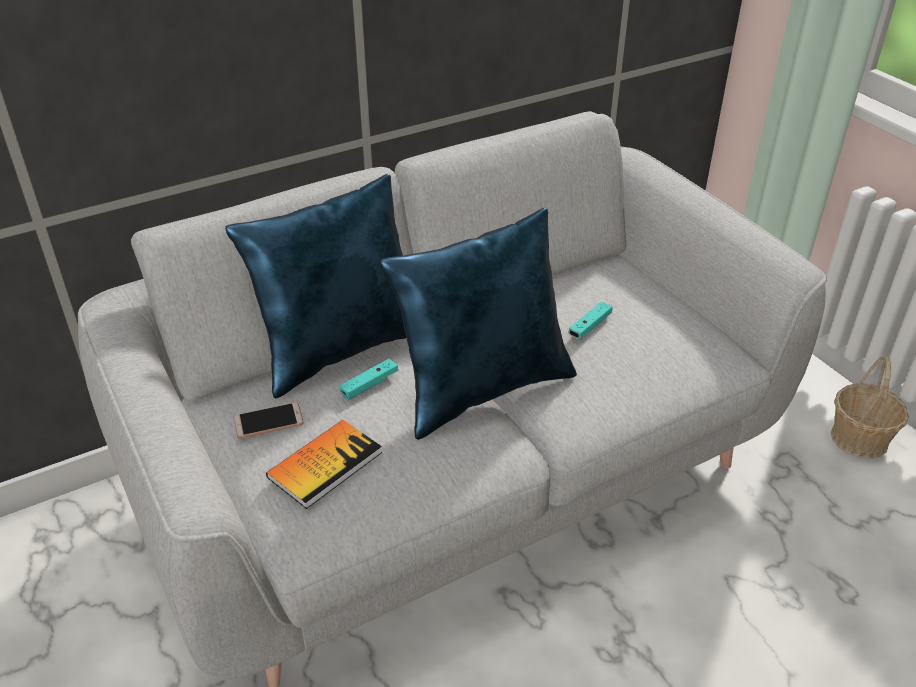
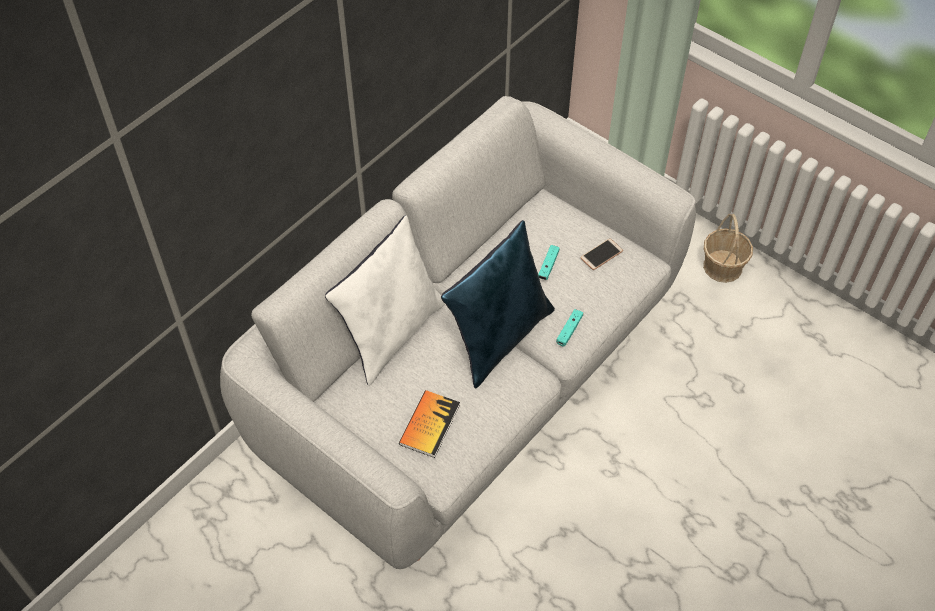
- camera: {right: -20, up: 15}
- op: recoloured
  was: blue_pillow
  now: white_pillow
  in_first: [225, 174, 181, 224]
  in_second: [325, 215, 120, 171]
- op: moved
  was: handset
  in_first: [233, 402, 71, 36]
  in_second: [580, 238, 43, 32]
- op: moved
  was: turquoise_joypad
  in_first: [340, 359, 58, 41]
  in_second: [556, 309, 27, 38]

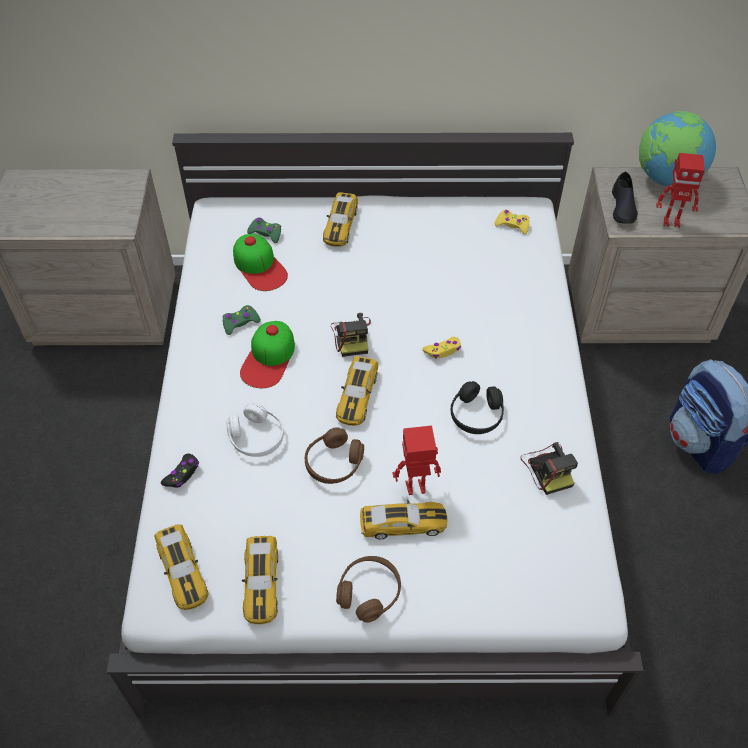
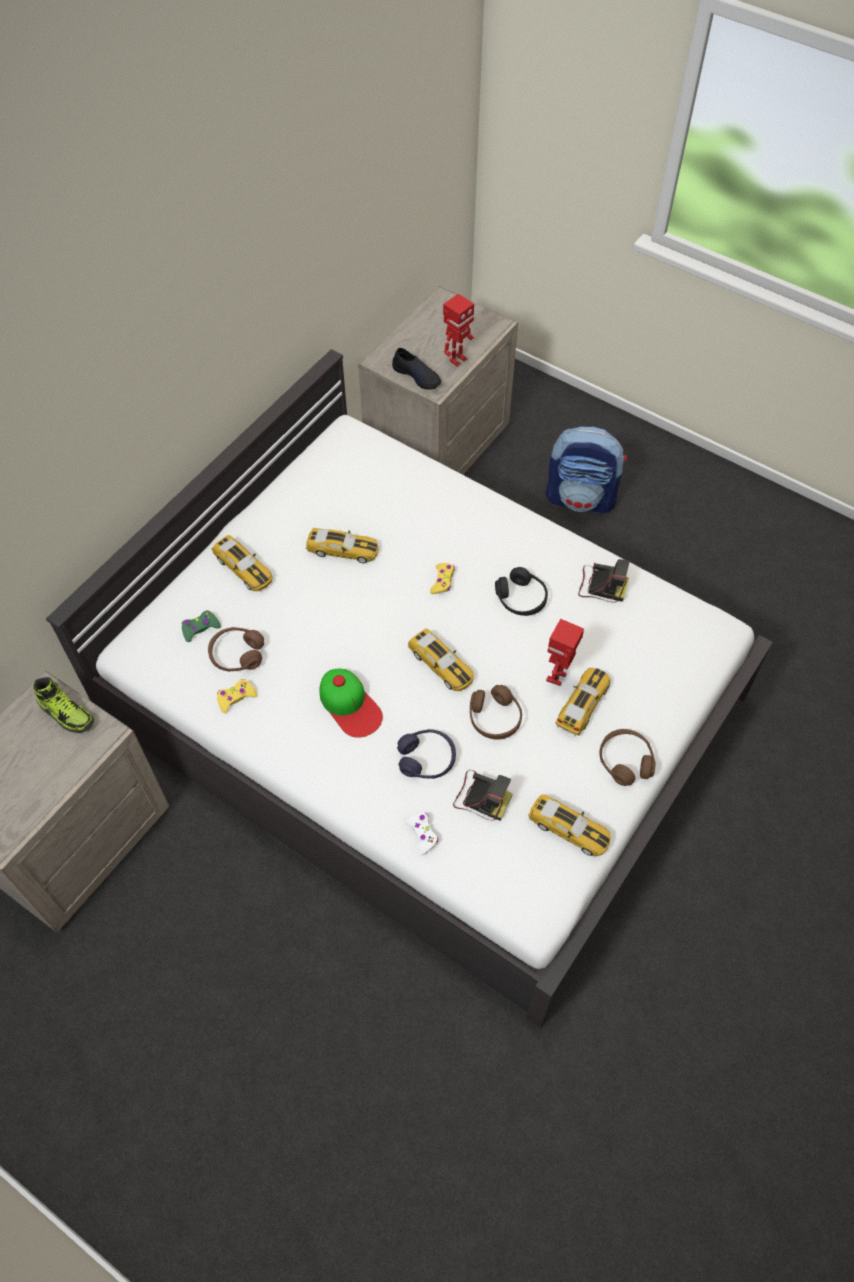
- camera: {right: -55, up: 5}
- op: moved
  was: model_car
  in_first: [154, 524, 55, 86]
  in_second: [306, 528, 72, 35]
- op: recoloured
  was: black_joypad
  now: white_joypad
  in_first: [161, 454, 38, 34]
  in_second: [404, 813, 34, 42]
- op: removed
  was: green_joypad
  in_first: [222, 305, 39, 30]
- op: recoloured
  was: white_headset
  now: purple-coloured_headset
  in_first: [226, 403, 58, 54]
  in_second: [397, 729, 59, 50]
- op: replaced
  was: cap
  now: brownish_headset
  in_first: [233, 234, 55, 57]
  in_second: [208, 627, 56, 45]
- op: moved
  was: still_camera
  in_first: [331, 313, 40, 44]
  in_second: [453, 770, 60, 50]
- op: moved
  was: yellow-coloured_joypad
  in_first: [495, 210, 35, 24]
  in_second: [217, 679, 40, 34]
- op: removed
  was: world_globe
  in_first: [639, 111, 77, 76]
- op: added
  now: low_shoe
  in_second: [33, 677, 62, 56]

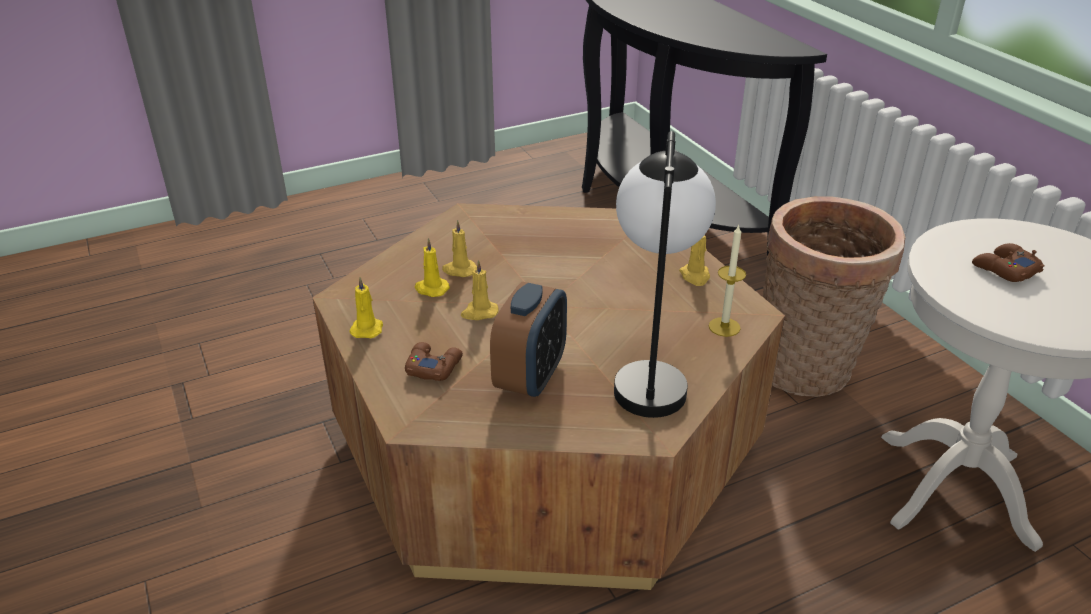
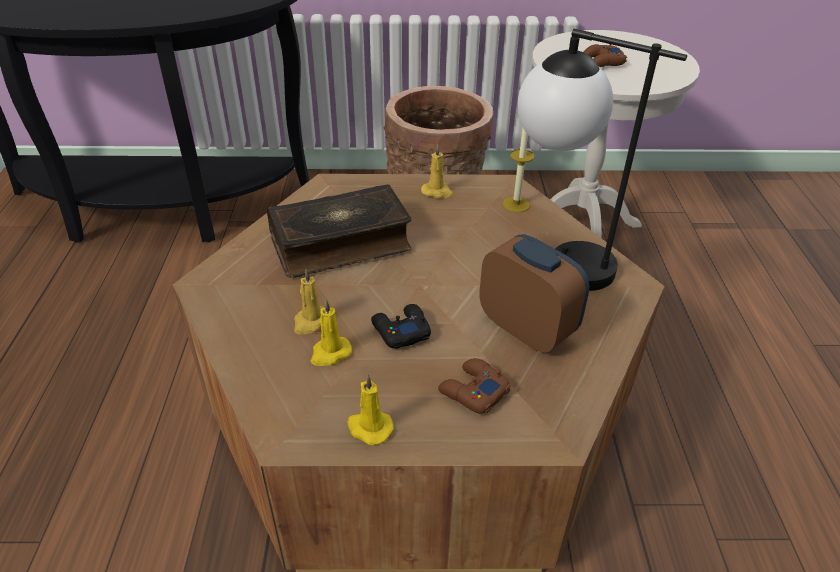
- camera: {right: -65, up: 5}
- op: replaced
  was: yellow-coloured_wax_light
  now: black_joypad
  in_first: [461, 260, 38, 60]
  in_second: [371, 304, 60, 45]
- op: added
  now: volume
  in_second: [267, 185, 145, 93]

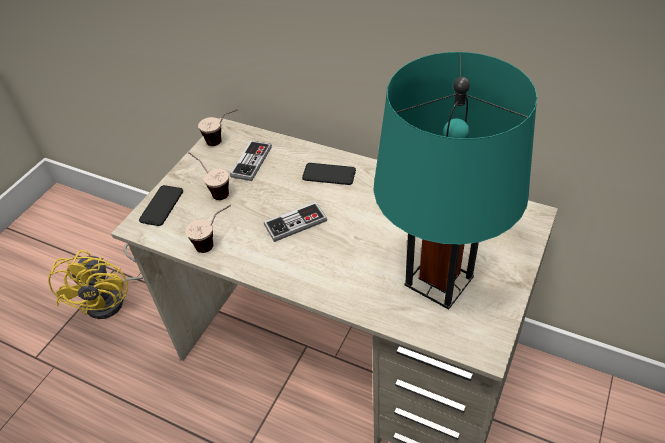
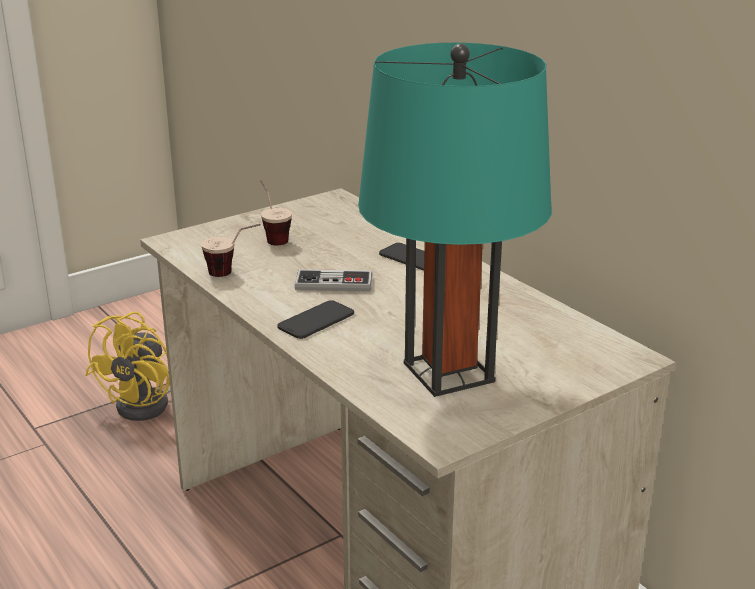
- camera: {right: 25, up: -20}
- op: moved
  was: handset
  in_first: [139, 185, 44, 41]
  in_second: [277, 300, 77, 39]
- op: removed
  was: small_cup
  in_first: [198, 110, 40, 36]
- op: removed
  was: joypad
  in_first: [230, 140, 42, 41]

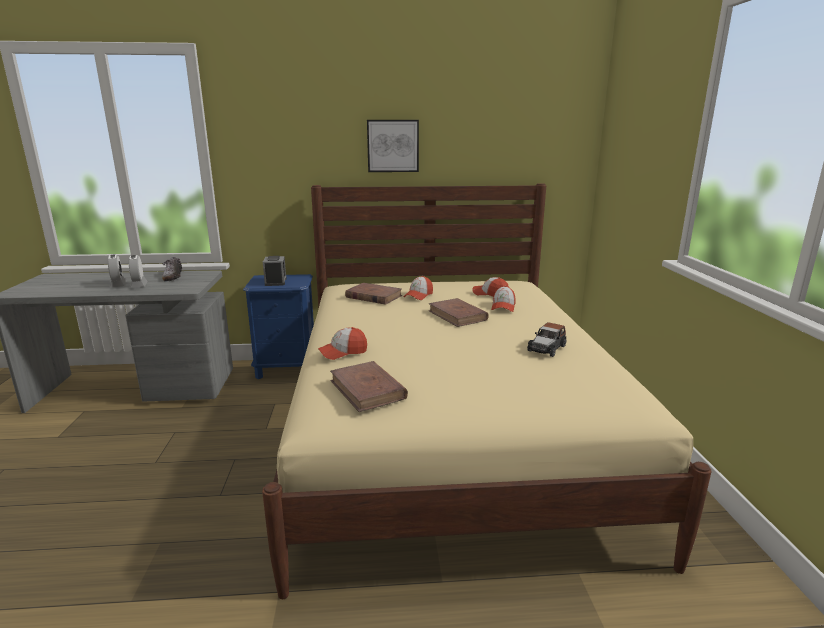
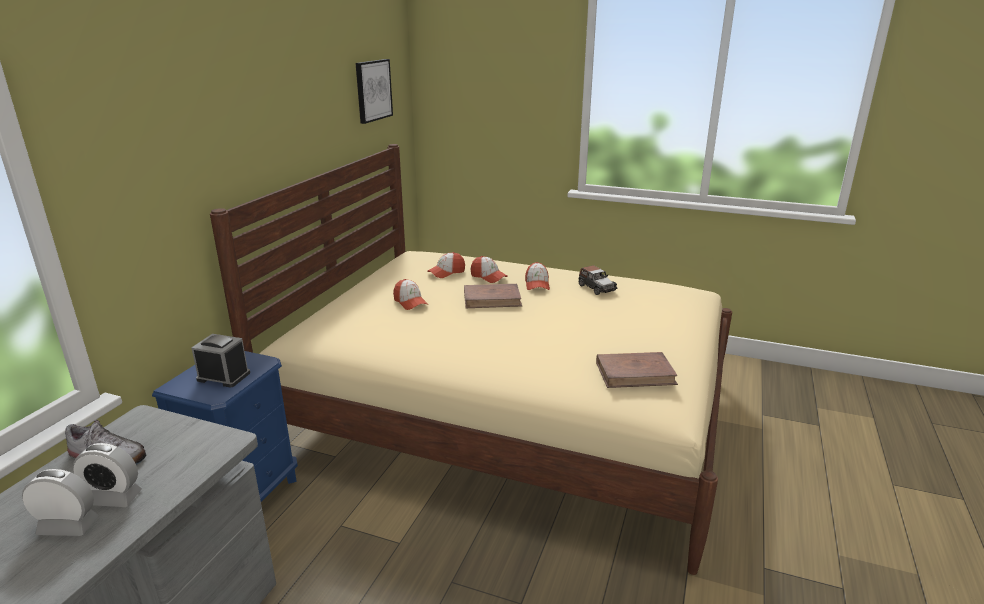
- camera: {right: -65, up: 5}
- op: moved
  was: cap
  in_first: [318, 327, 49, 33]
  in_second: [525, 262, 25, 28]
- op: removed
  was: brownish_volume
  in_first: [345, 283, 57, 22]
- op: moved
  was: wall_art
  in_first: [367, 120, 52, 52]
  in_second: [355, 59, 38, 65]

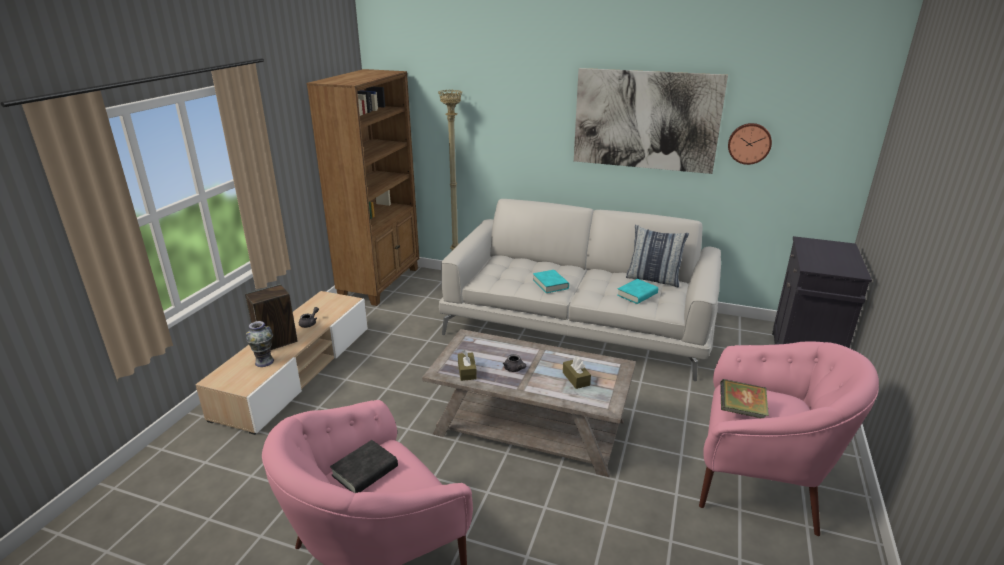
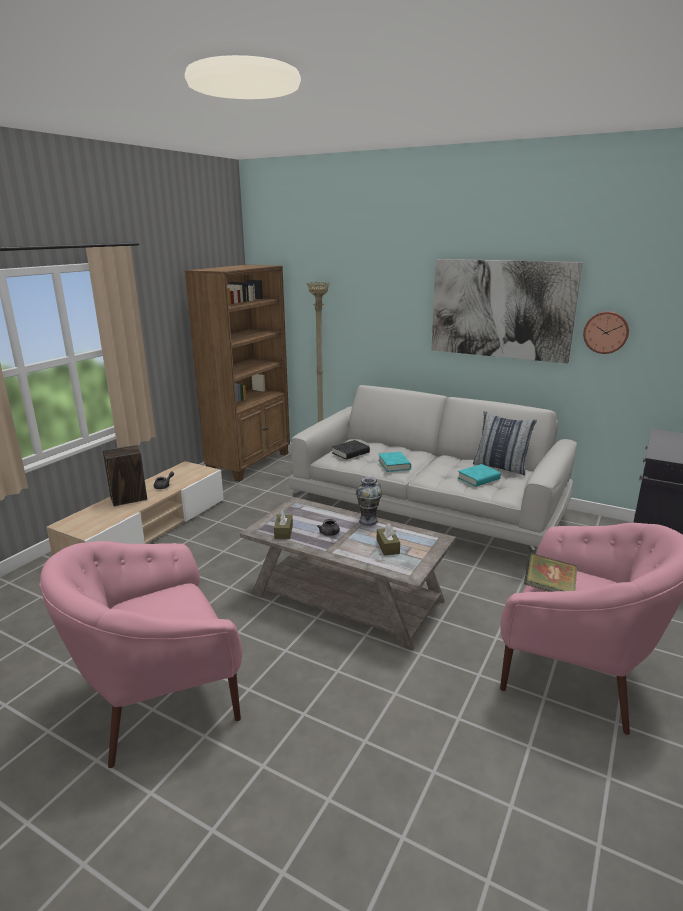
- camera: {right: 10, up: -5}
- op: moved
  was: decorative_vase
  in_first: [246, 321, 28, 46]
  in_second: [356, 477, 26, 49]
- op: moved
  was: black_volume
  in_first: [330, 440, 68, 53]
  in_second: [332, 440, 38, 20]

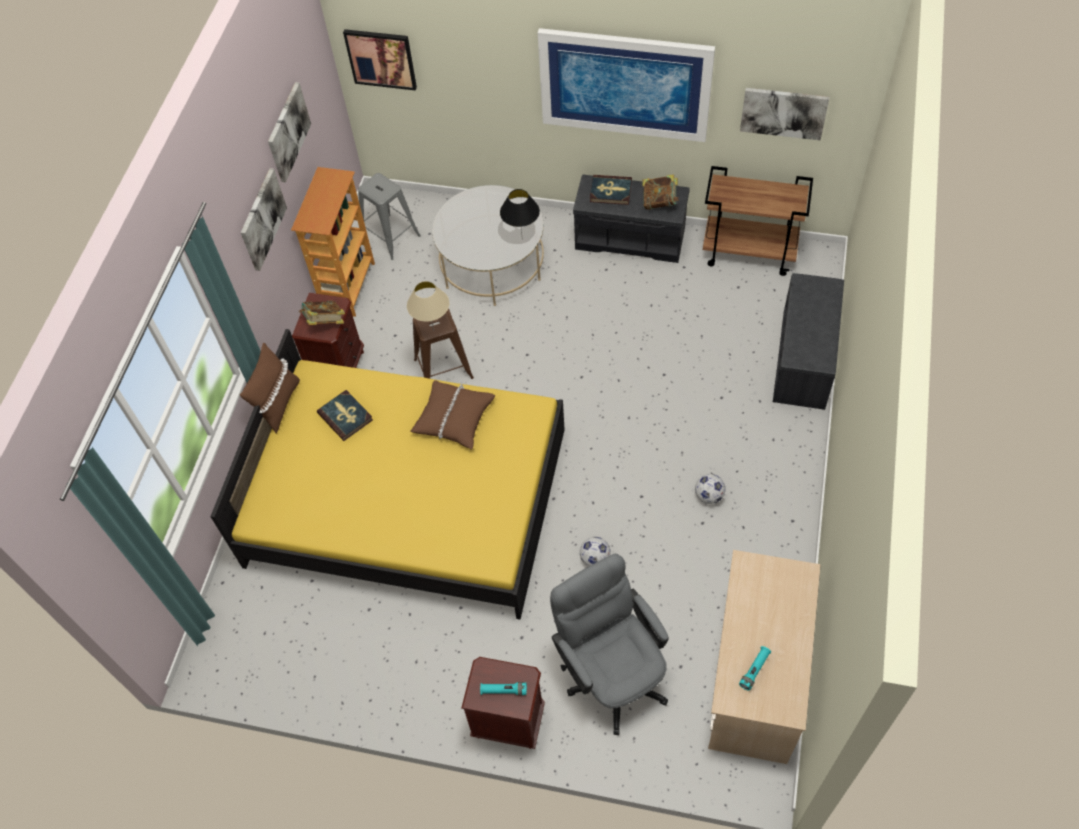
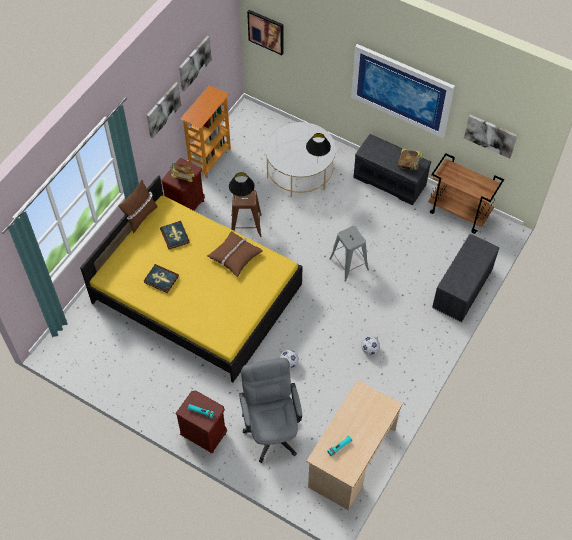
- camera: {right: 15, up: 0}
- op: moved
  was: greyish_sitting_stool
  in_first: [358, 173, 63, 87]
  in_second: [329, 226, 40, 56]
- op: recoloured
  was: beige_tabletop_lamp
  now: black_tabletop_lamp
  in_first: [407, 281, 42, 50]
  in_second: [229, 172, 26, 30]
- op: moved
  was: volume
  in_first: [590, 175, 42, 30]
  in_second: [144, 264, 35, 29]

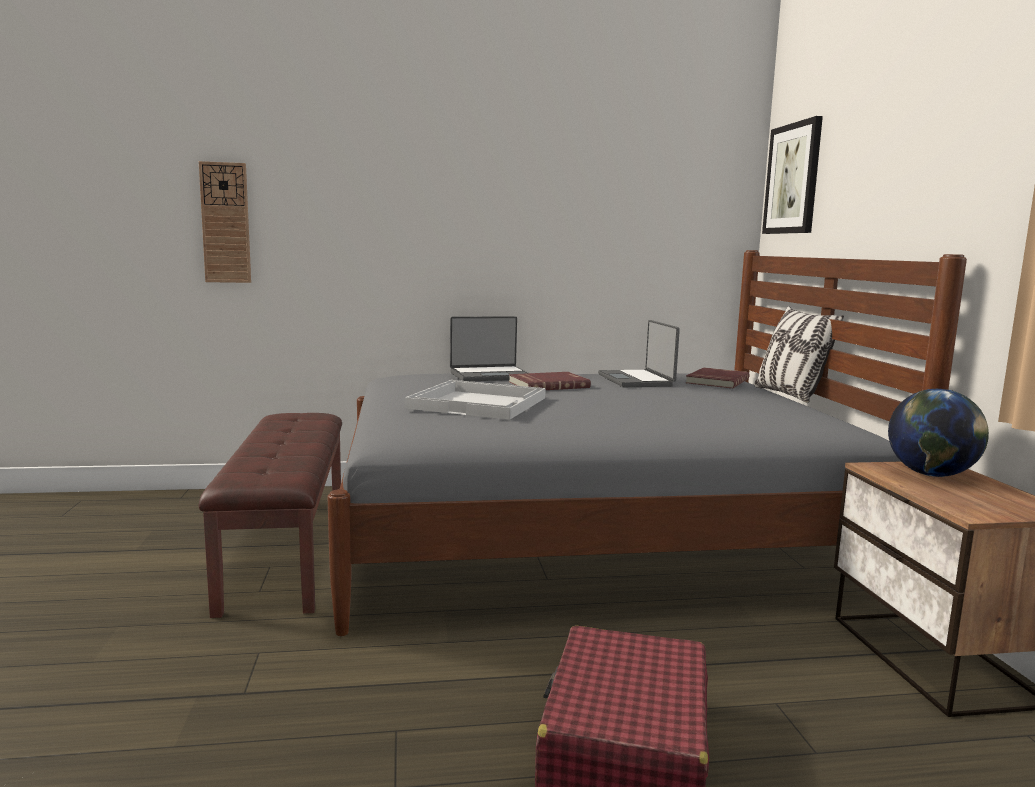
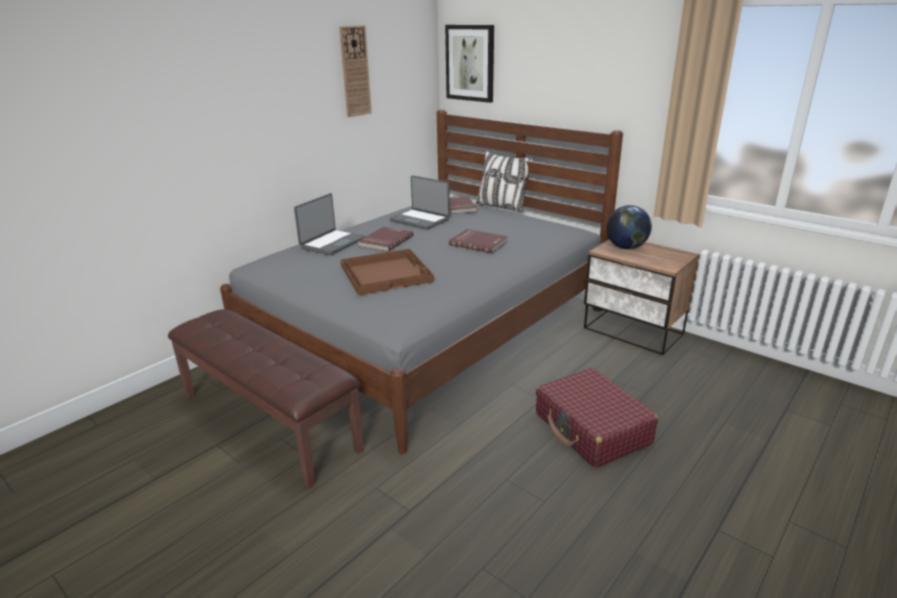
- camera: {right: -40, up: 15}
- op: moved
  was: hanging_clock
  in_first: [199, 161, 52, 122]
  in_second: [339, 26, 33, 91]
- op: recoloured
  was: white_serving_tray
  now: brownish_serving_tray
  in_first: [405, 380, 141, 40]
  in_second: [340, 249, 94, 46]
- op: added
  now: reddish_volume
  in_second: [449, 229, 59, 24]

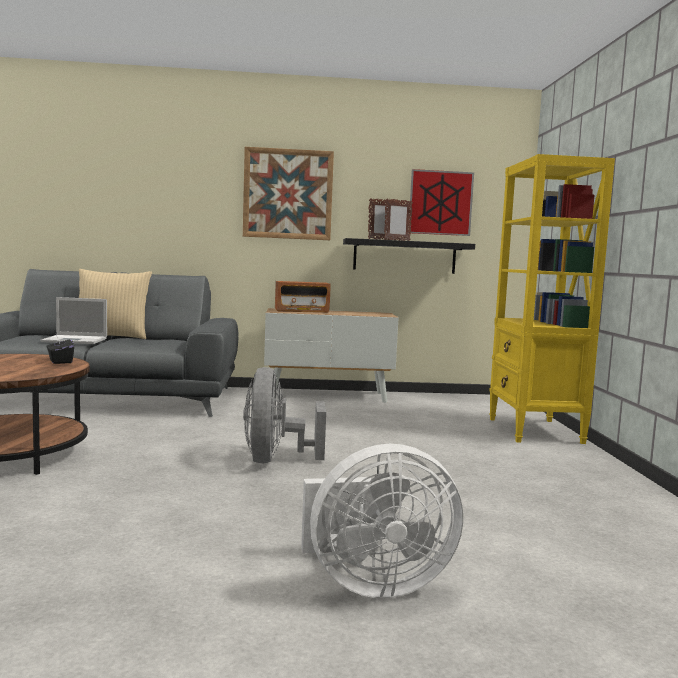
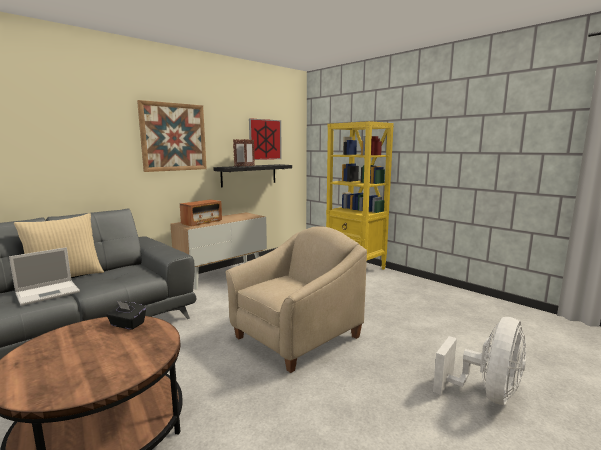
- camera: {right: -40, up: 5}
- op: replaced
  was: greyish_cooling_fan
  now: beige_easy_chair
  in_first: [243, 367, 83, 97]
  in_second: [226, 226, 141, 147]

